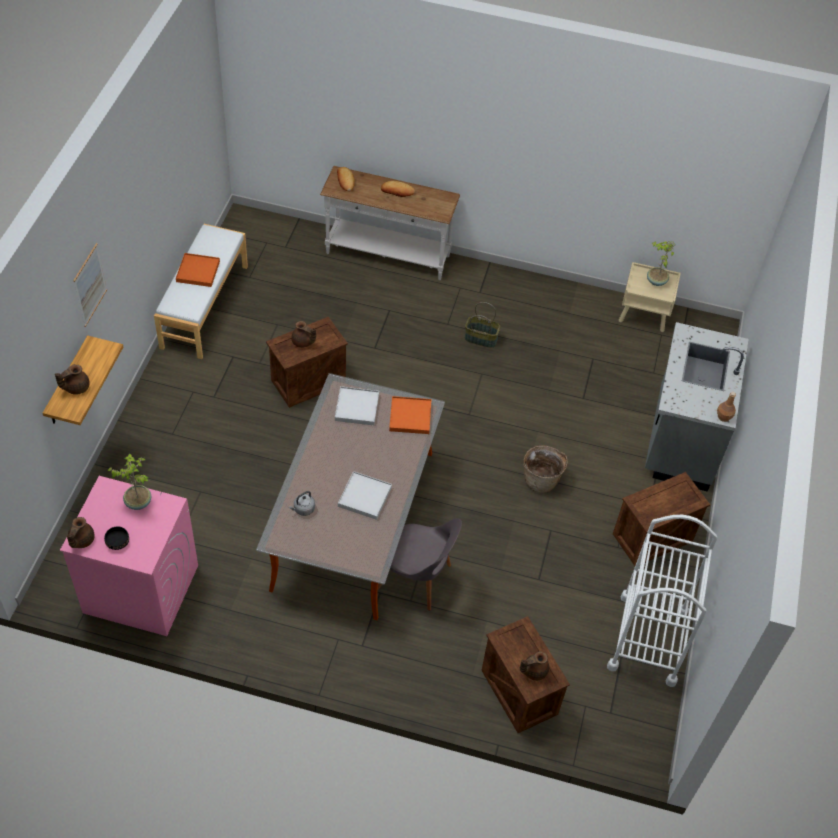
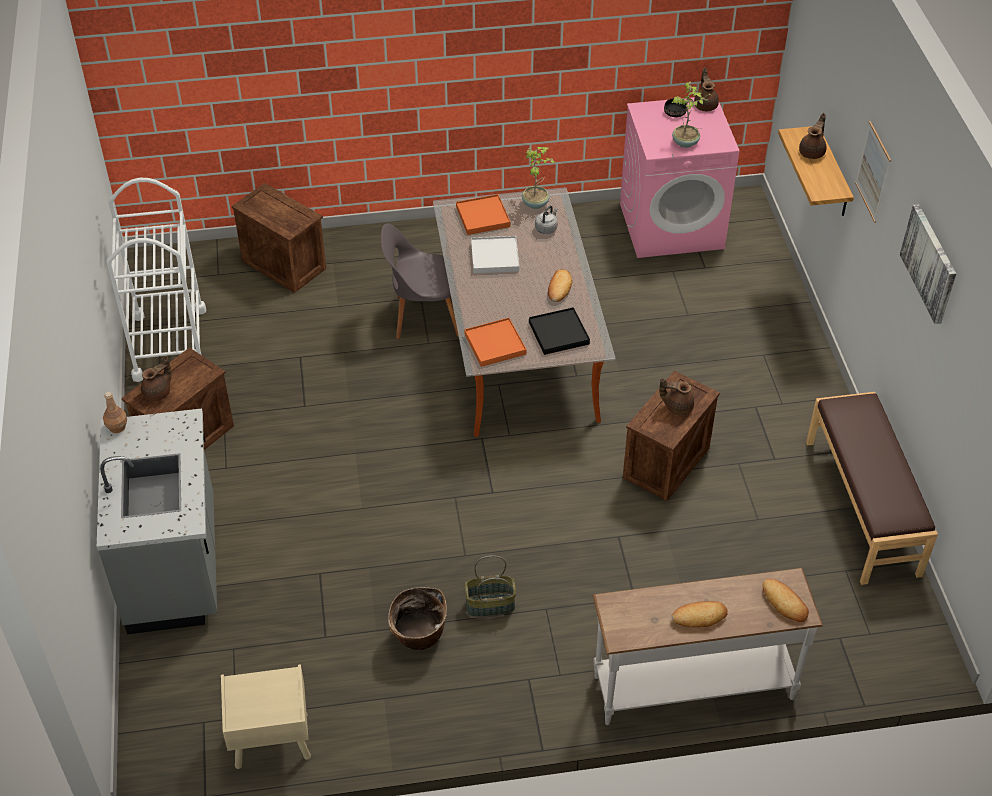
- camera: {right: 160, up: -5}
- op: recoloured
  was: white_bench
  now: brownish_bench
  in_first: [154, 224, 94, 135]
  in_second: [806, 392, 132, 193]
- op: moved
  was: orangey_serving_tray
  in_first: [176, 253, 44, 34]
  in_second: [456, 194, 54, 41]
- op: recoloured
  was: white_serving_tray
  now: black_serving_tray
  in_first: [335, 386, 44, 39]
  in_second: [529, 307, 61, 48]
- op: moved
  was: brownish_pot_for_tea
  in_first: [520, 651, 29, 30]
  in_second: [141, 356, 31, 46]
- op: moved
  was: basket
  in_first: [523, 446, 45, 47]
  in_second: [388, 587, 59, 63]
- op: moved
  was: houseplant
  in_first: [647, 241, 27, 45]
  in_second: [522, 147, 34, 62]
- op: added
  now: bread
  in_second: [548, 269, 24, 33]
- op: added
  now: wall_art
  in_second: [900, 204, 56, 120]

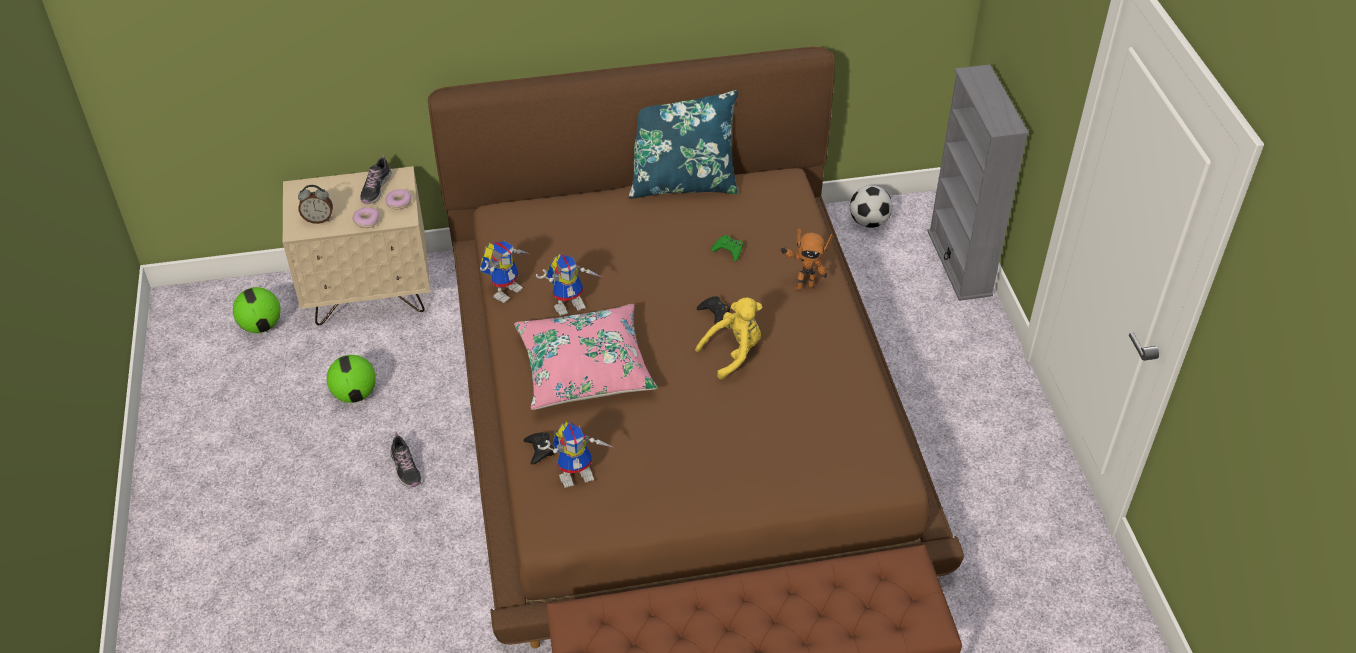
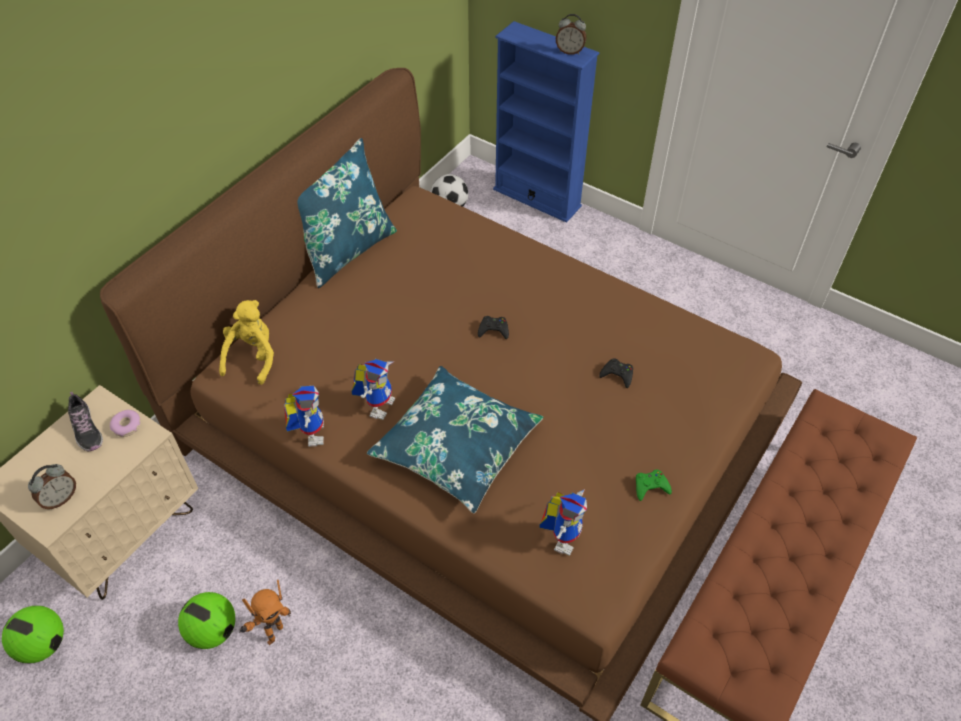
- camera: {right: -45, up: 5}
- op: removed
  was: ring_doughnut
  in_first: [353, 207, 26, 21]
- op: removed
  was: low_shoe
  in_first: [391, 433, 31, 54]
- op: recoloured
  was: pink_pillow
  now: blue_pillow
  in_first: [514, 304, 144, 106]
  in_second: [367, 366, 176, 147]
- op: moved
  was: black_joypad
  in_first: [524, 432, 30, 32]
  in_second: [599, 358, 34, 30]
- op: moved
  was: yellow-coloured_plush_toy
  in_first: [695, 297, 67, 82]
  in_second: [219, 300, 55, 85]
- op: moved
  was: green_joypad
  in_first: [711, 235, 32, 27]
  in_second: [636, 470, 36, 31]
- op: moved
  was: robot_figure
  in_first: [780, 228, 53, 63]
  in_second: [239, 580, 52, 65]
- op: recoloured
  was: greyish_bookshelf
  now: blue_bookshelf
  in_first: [927, 65, 102, 236]
  in_second: [493, 21, 107, 202]
- op: added
  now: table_clock
  in_second: [556, 14, 30, 41]

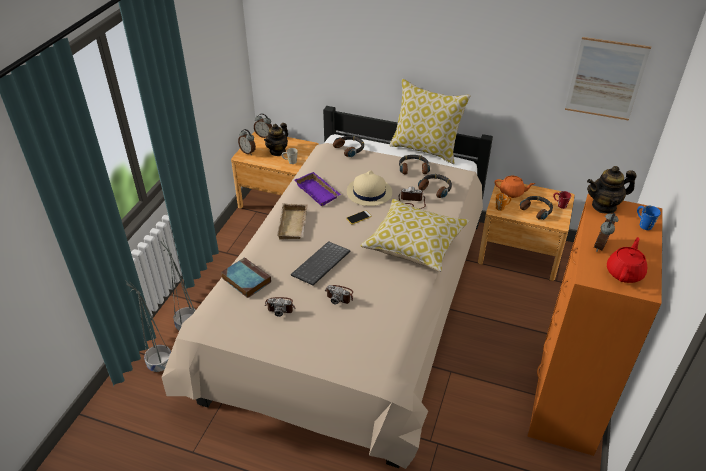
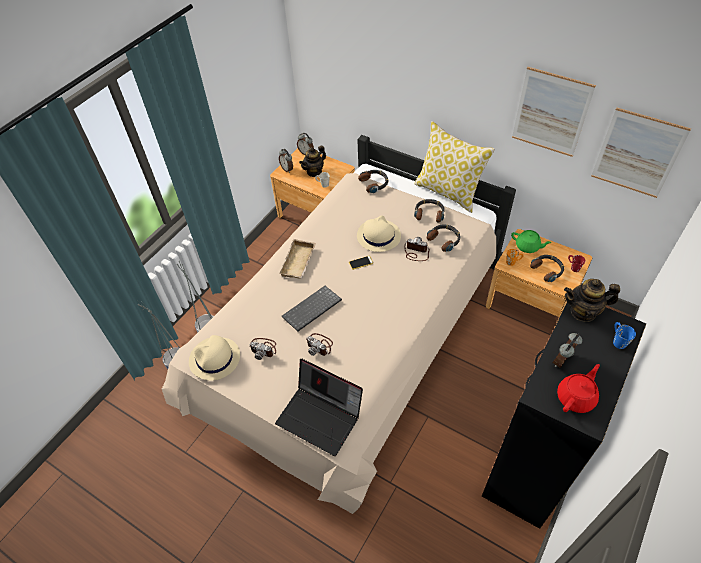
- camera: {right: 15, up: 10}
- op: removed
  was: volume
  in_first: [221, 257, 50, 41]
- op: removed
  was: purple-coloured_serving_tray
  in_first: [295, 172, 46, 34]
- op: removed
  was: pillow
  in_first: [360, 199, 109, 73]
- op: recoloured
  was: orangey_pot_for_tea
  now: green_pot_for_tea
  in_first: [494, 176, 41, 22]
  in_second: [511, 230, 41, 23]
- op: recoloured
  was: orangey_drawer_chest
  now: black_drawer_chest
  in_first: [527, 194, 136, 262]
  in_second: [482, 302, 164, 227]
- op: added
  now: beige_wearable_hat
  in_second: [189, 335, 51, 46]
- op: added
  now: laptop
  in_second: [275, 359, 88, 97]
- op: added
  now: wall_art
  in_second: [512, 67, 84, 90]

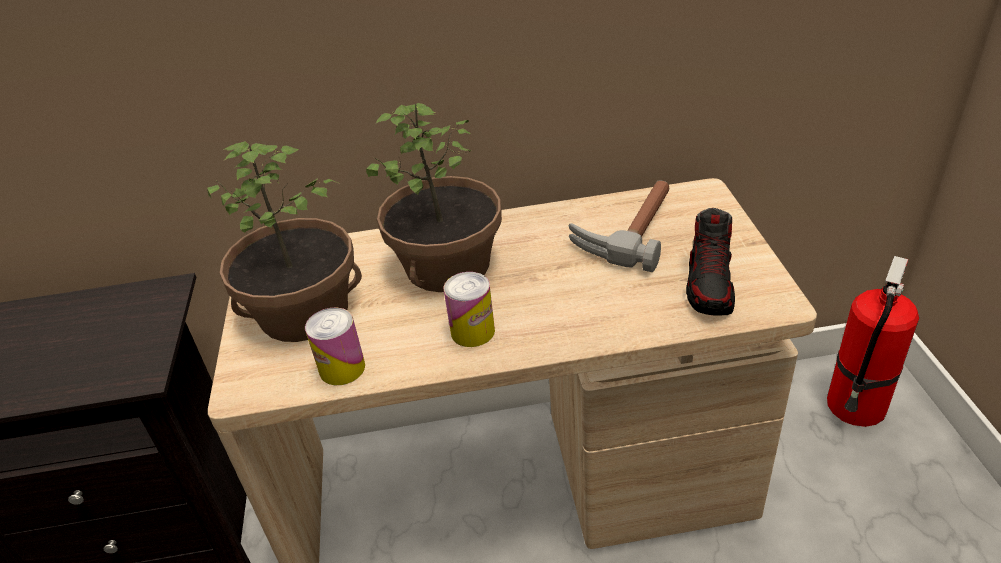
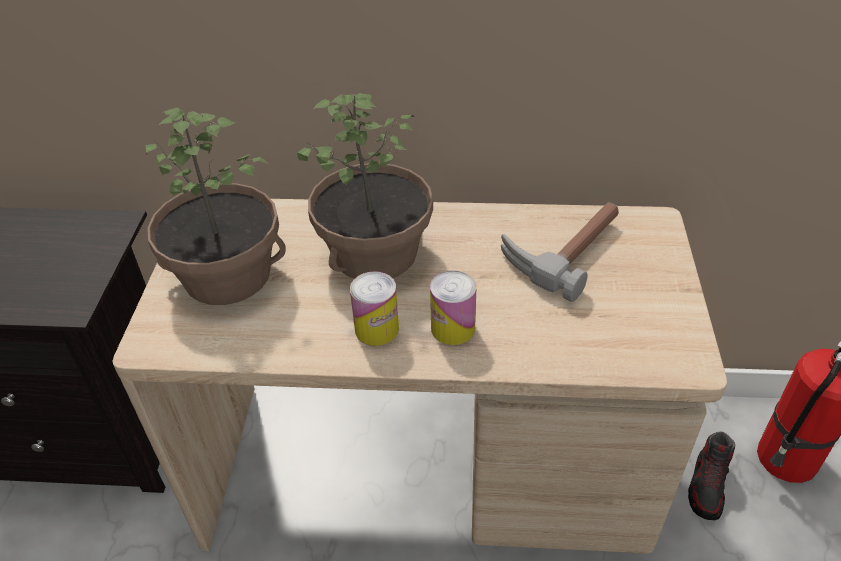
- camera: {right: 10, up: 5}
- op: moved
  was: sealed_can
  in_first: [305, 308, 60, 77]
  in_second: [430, 270, 46, 75]
- op: moved
  was: low_shoe
  in_first: [686, 208, 49, 108]
  in_second: [688, 431, 47, 89]

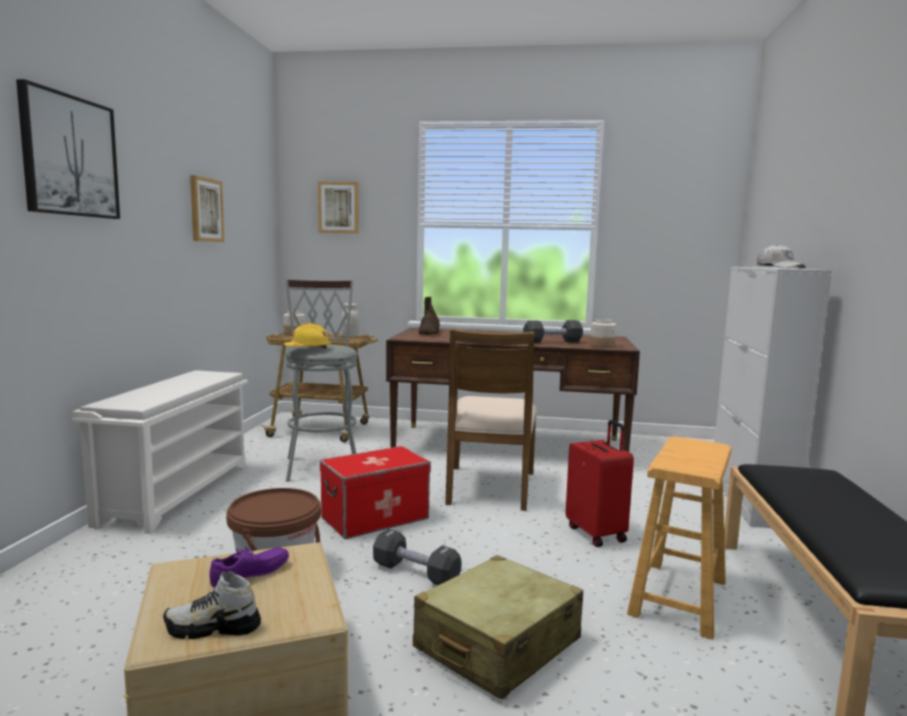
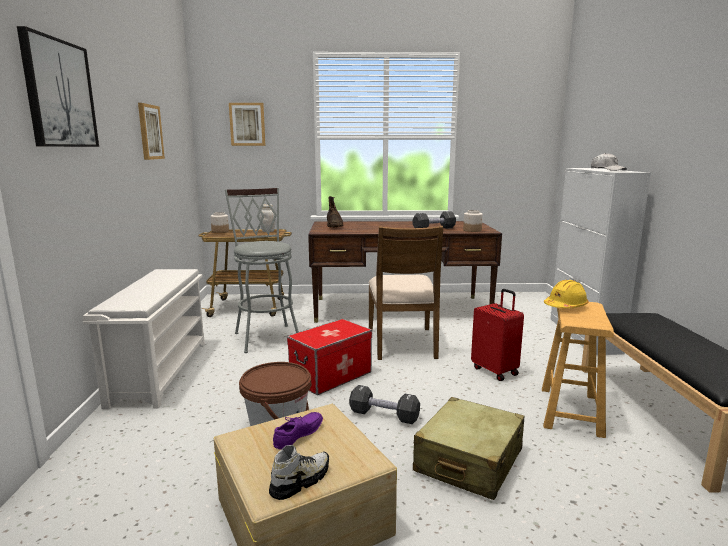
- camera: {right: -10, up: 5}
- op: turned
  was: low_shoe
  in_first: [163, 571, 98, 68]
  in_second: [269, 445, 60, 55]
  clockwise: 150
- op: moved
  was: yellow-coloured_work_helmet
  in_first: [284, 323, 47, 26]
  in_second: [544, 280, 45, 28]

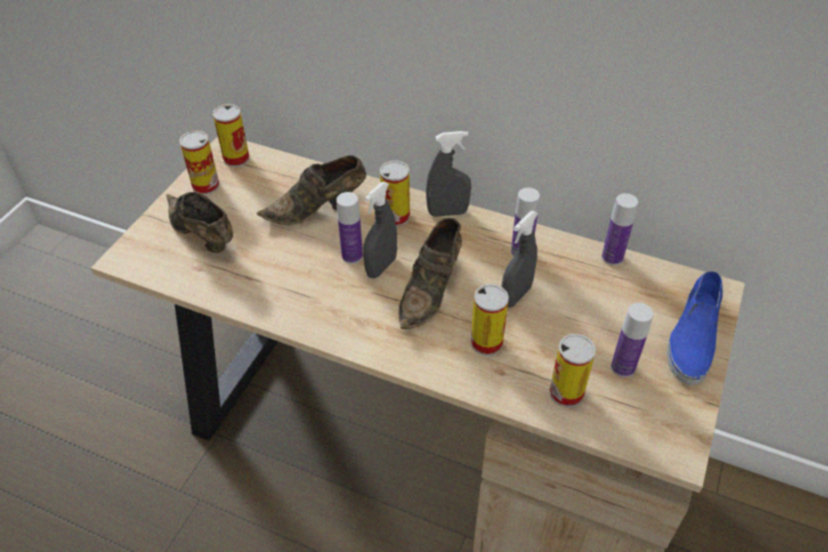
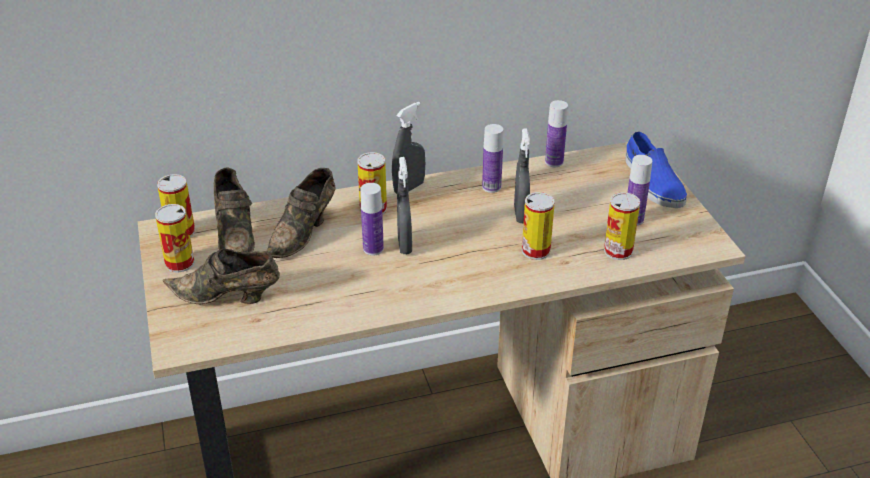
- camera: {right: -40, up: -10}
- op: moved
  was: brownish_low_shoe
  in_first: [399, 218, 63, 111]
  in_second: [214, 168, 41, 84]

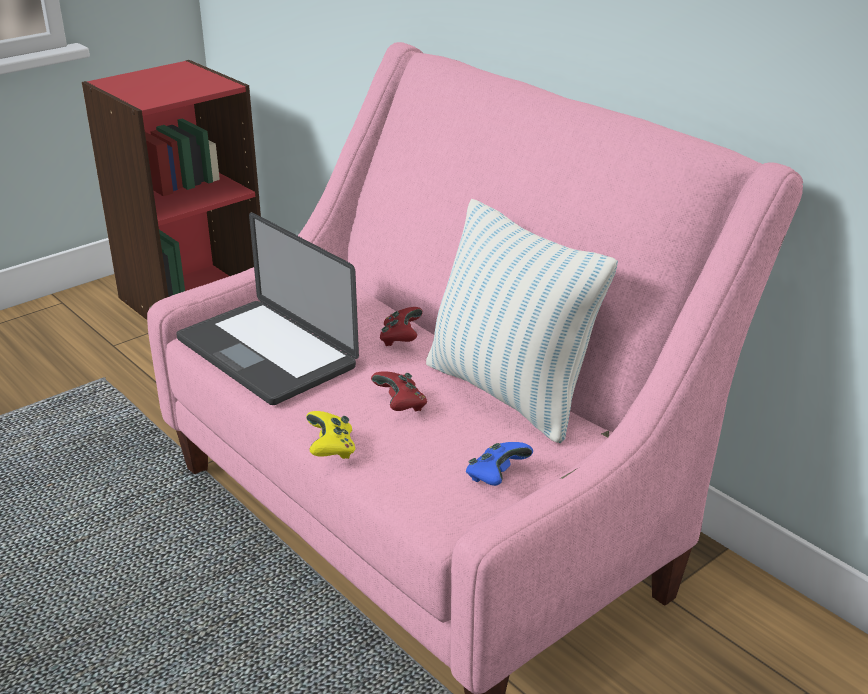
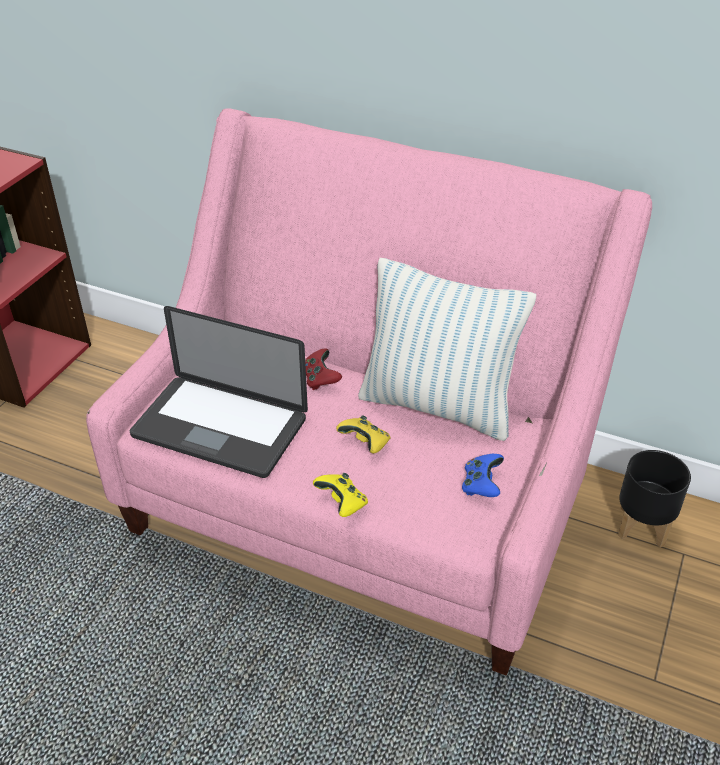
- camera: {right: -25, up: 10}
- op: recoloured
  was: reddish_joypad
  now: yellow-coloured_joypad
  in_first: [371, 371, 56, 40]
  in_second: [336, 415, 55, 38]
- op: added
  now: black_planter
  in_second: [618, 450, 73, 98]

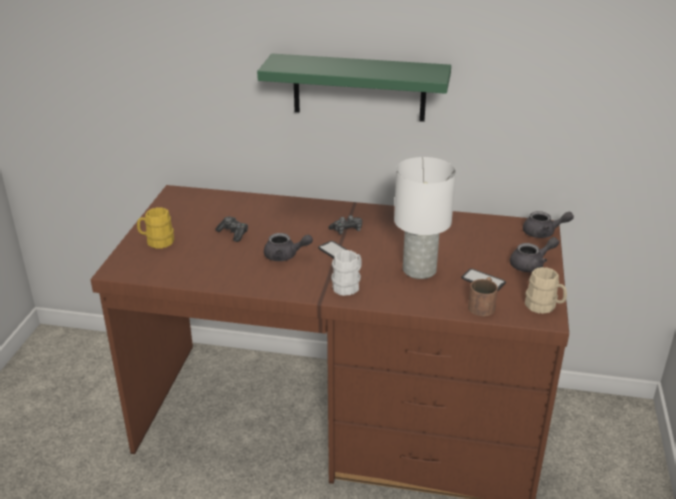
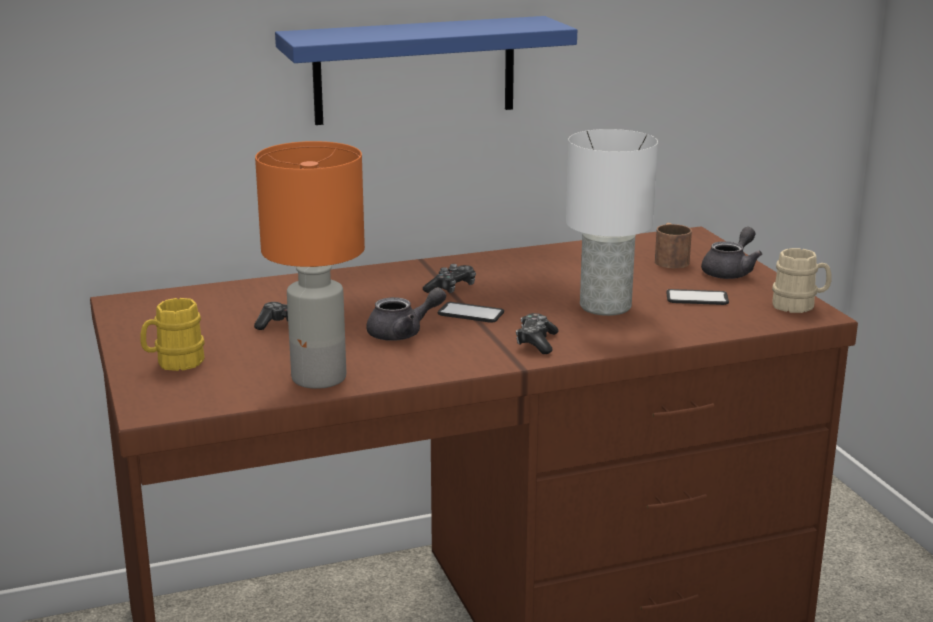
- camera: {right: -30, up: -10}
- op: recoloured
  was: green_bracket_shelf
  now: blue_bracket_shelf
  in_first: [257, 54, 194, 68]
  in_second: [275, 16, 302, 109]
- op: replaced
  was: white_coffee_mug
  now: joypad
  in_first: [331, 250, 31, 46]
  in_second: [516, 313, 43, 41]
- op: moved
  was: brownish_coffee_mug
  in_first: [468, 277, 30, 39]
  in_second: [655, 223, 37, 45]
- op: removed
  was: greyish_pot_for_tea
  in_first: [523, 211, 51, 27]
- op: added
  now: orangey_tabletop_lamp
  in_second: [255, 141, 110, 248]

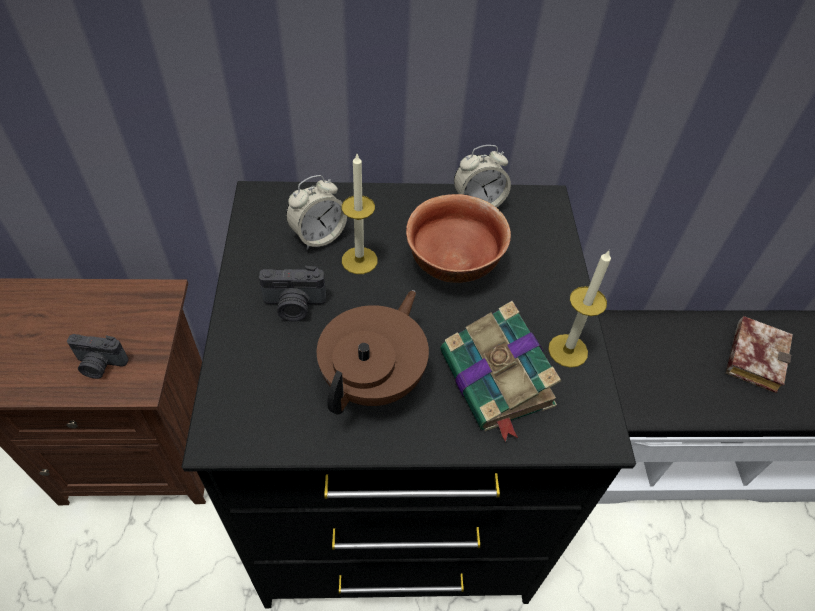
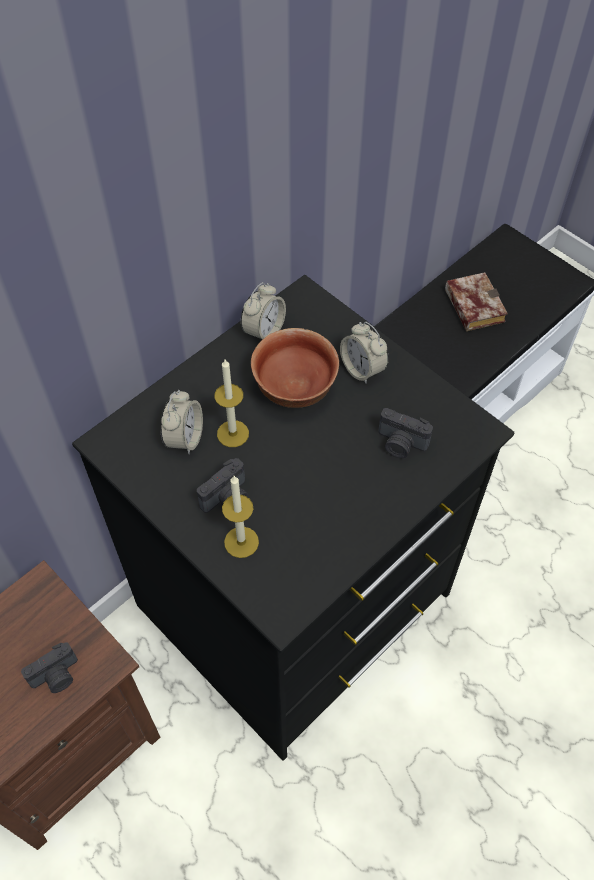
- camera: {right: -40, up: 5}
- op: removed
  was: brownish_pot_for_tea
  in_first: [317, 290, 112, 124]
- op: replaced
  was: volume
  now: still_camera
  in_first: [440, 301, 121, 141]
  in_second: [378, 408, 55, 50]
- op: moved
  was: wax_light
  in_first: [548, 251, 63, 117]
  in_second: [222, 476, 37, 82]
- op: added
  now: table_clock
  in_second: [340, 322, 49, 62]

